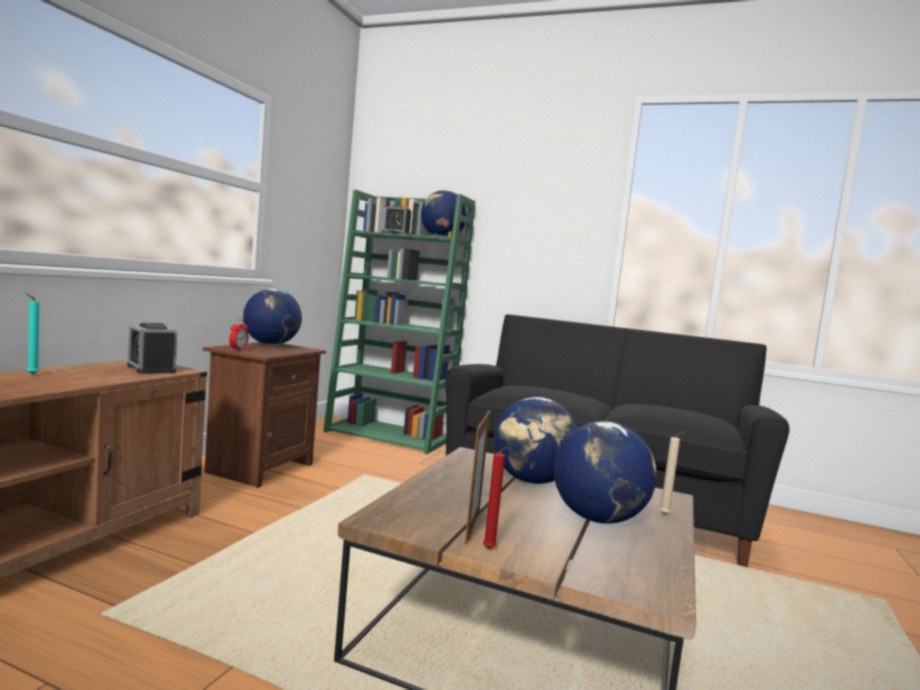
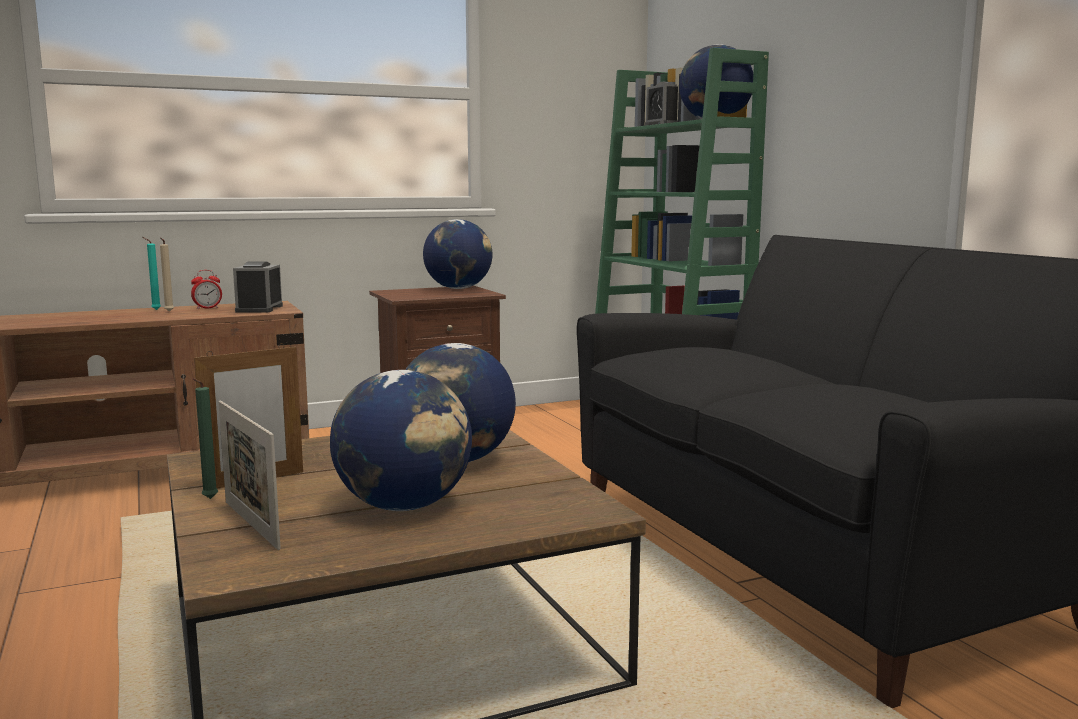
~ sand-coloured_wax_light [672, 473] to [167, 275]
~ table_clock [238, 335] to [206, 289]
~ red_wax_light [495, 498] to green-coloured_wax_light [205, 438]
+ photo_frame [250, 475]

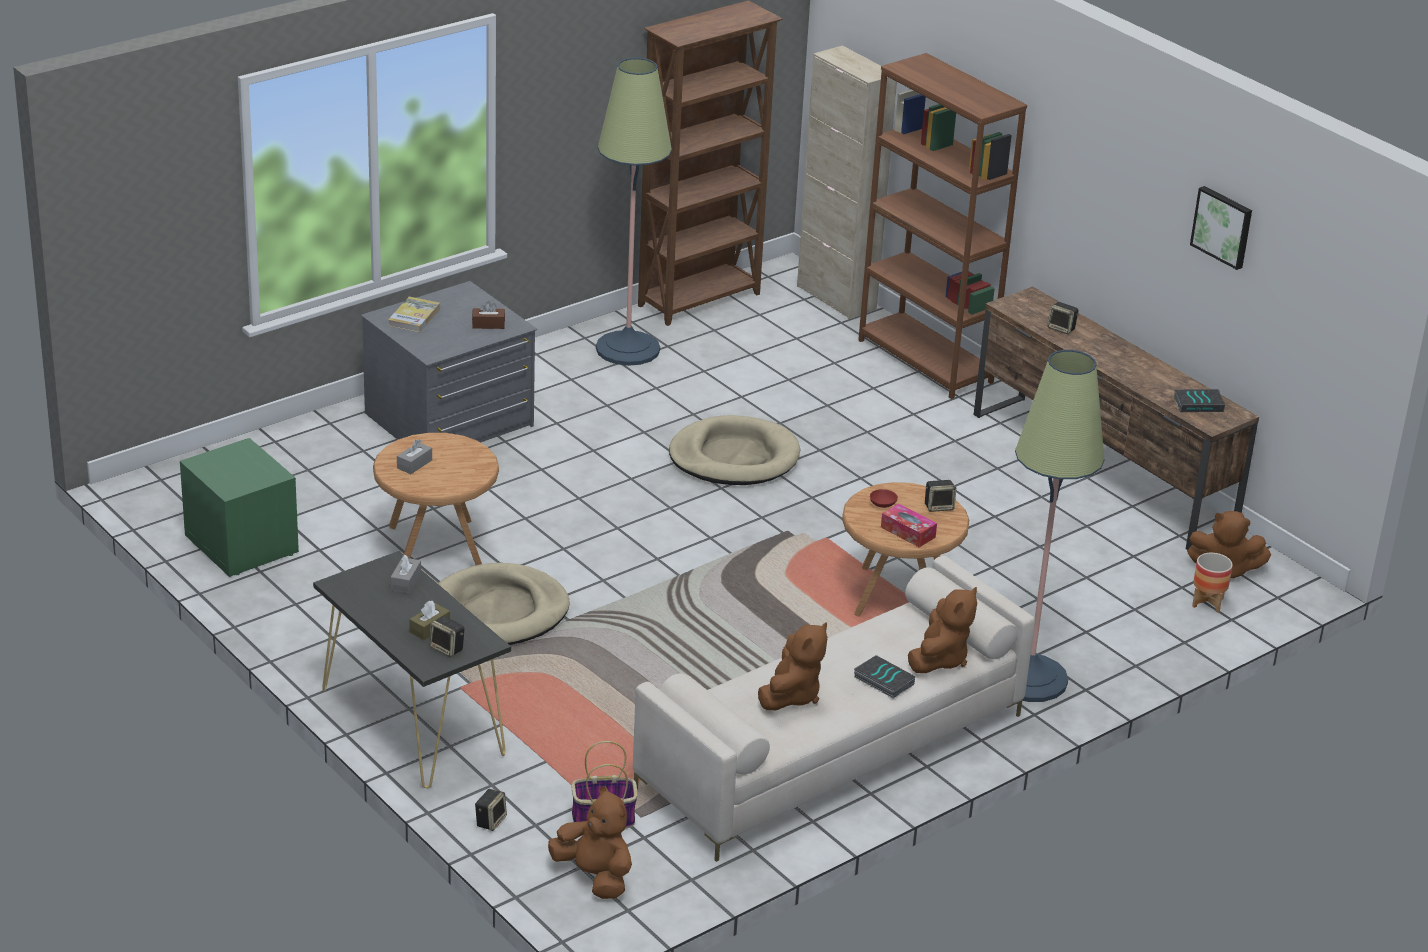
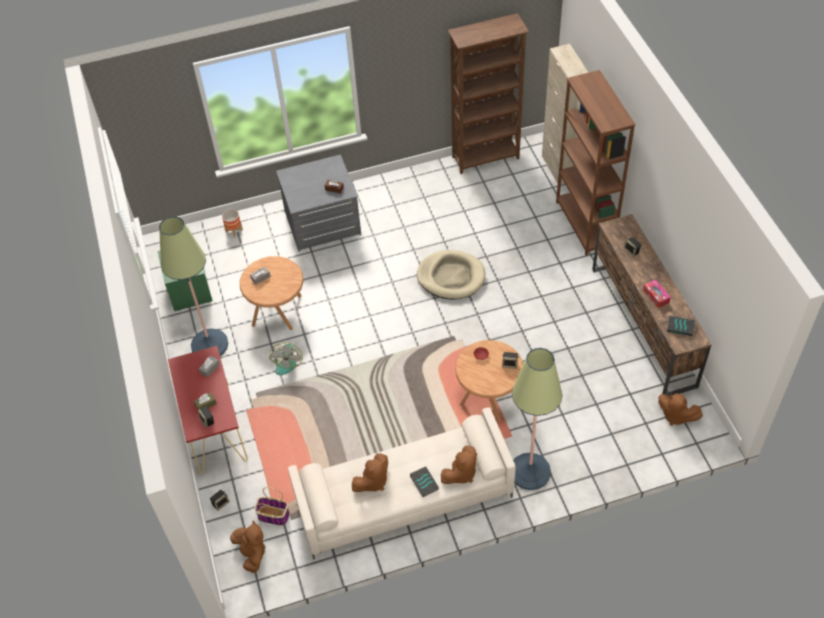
~ standing_lamp [634, 212] to [193, 286]
~ black_hall_table [412, 669] to red_hall_table [208, 410]
~ plant_pot [1212, 583] to [232, 223]
~ sand-coloured_pet_bed [504, 604] to cooling_fan [286, 359]
~ tissue_box [909, 525] to [657, 293]
- book [414, 314]
- wall_art [1221, 228]

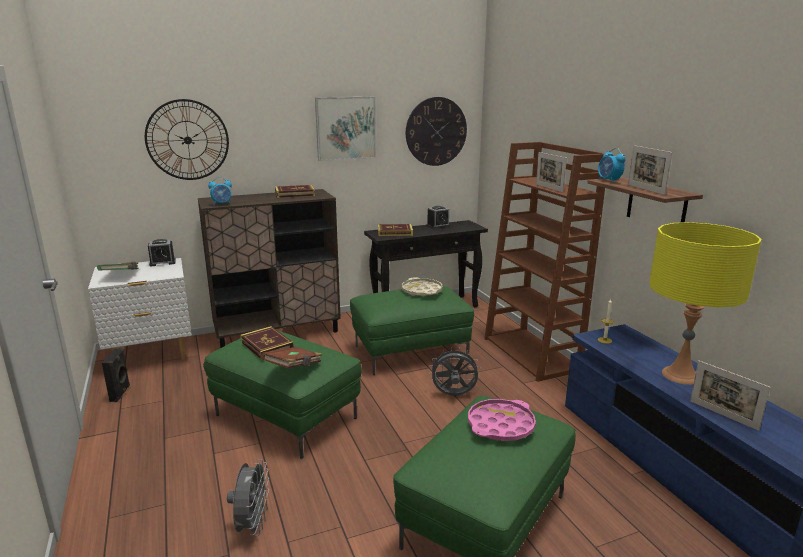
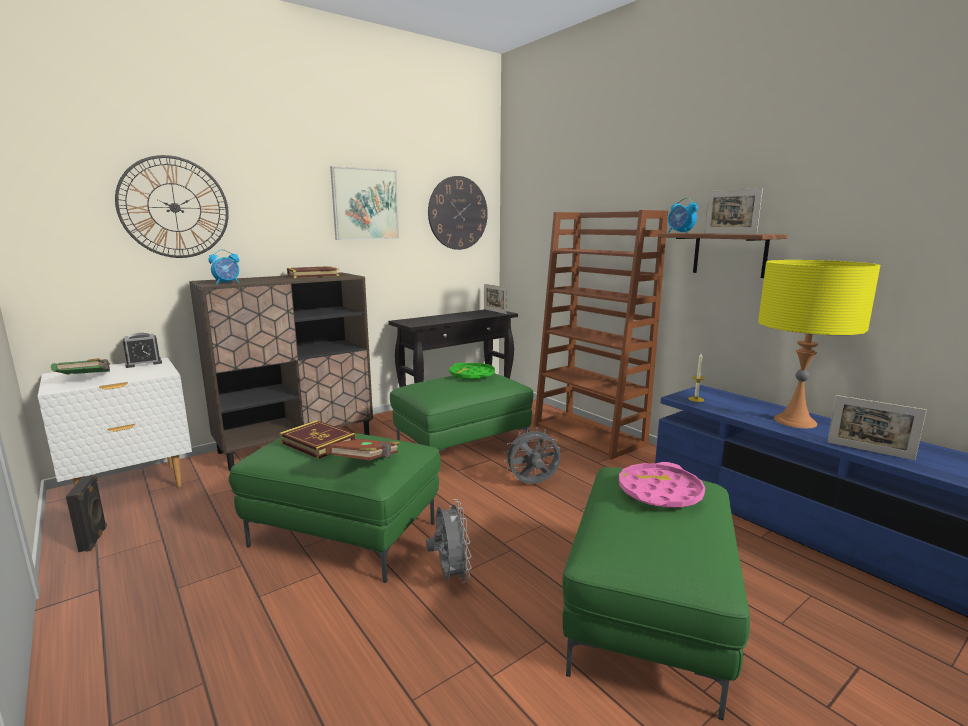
~ greyish_cooling_fan [248, 497] to [449, 541]
~ sand-coloured_serving_tray [422, 286] to green-coloured_serving_tray [472, 371]
~ photo_frame [551, 172] to [495, 299]
- book [395, 230]
- table_clock [438, 217]

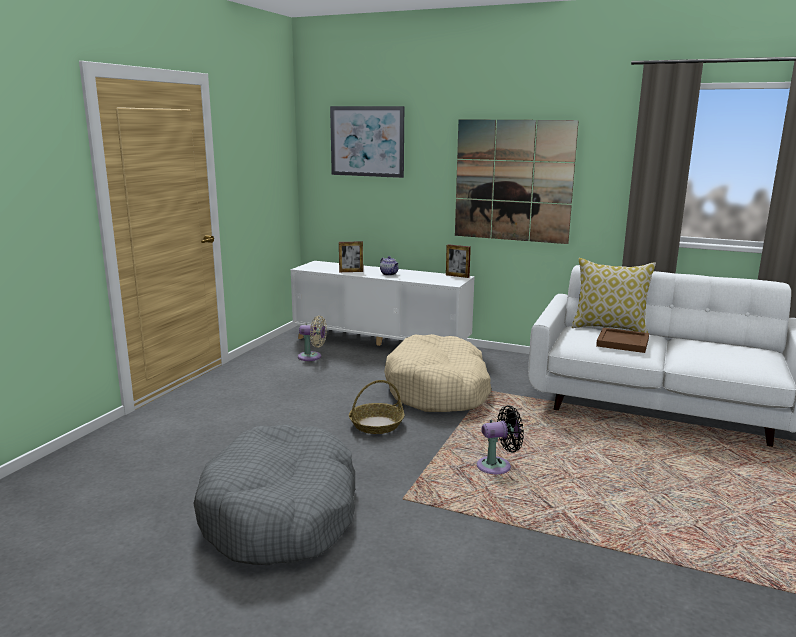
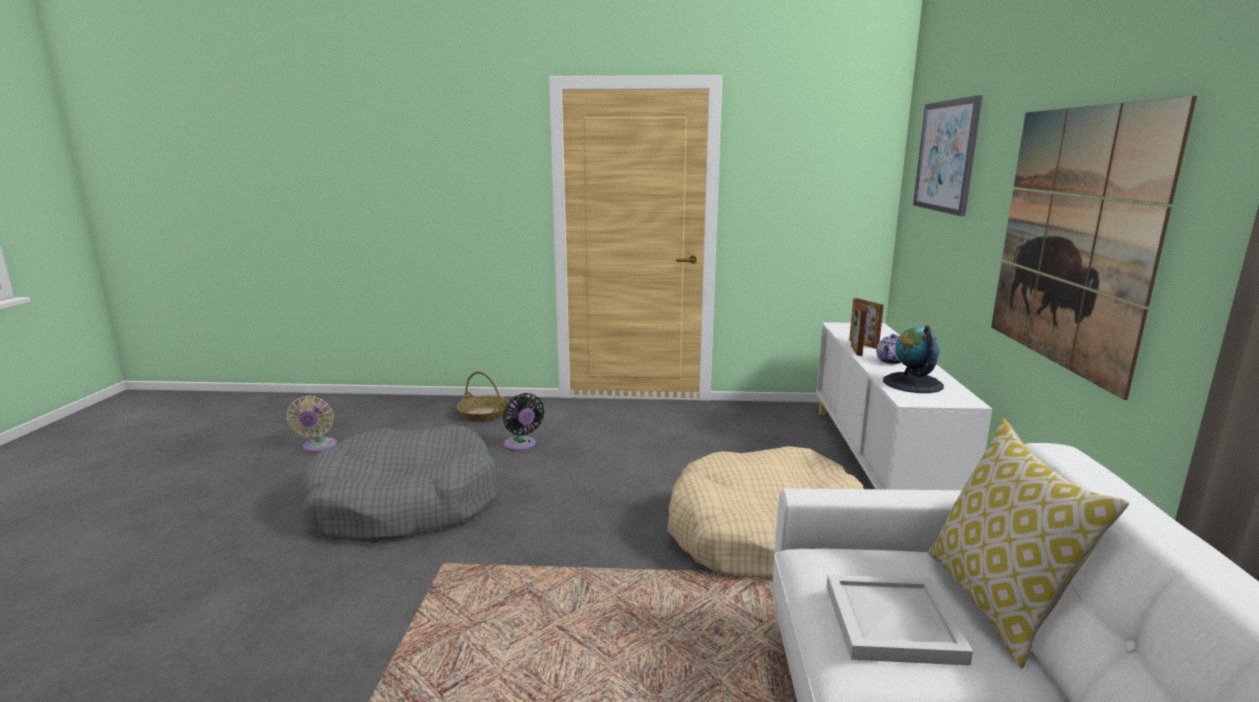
~ sand-coloured_cooling_fan [312, 338] to [311, 424]
~ household_basket [376, 407] to [483, 396]
~ black_cooling_fan [500, 440] to [523, 422]
~ brown-coloured_serving_tray [622, 340] to white-coloured_serving_tray [900, 620]
~ photo_frame [458, 261] to [859, 329]
+ desk_globe [913, 359]

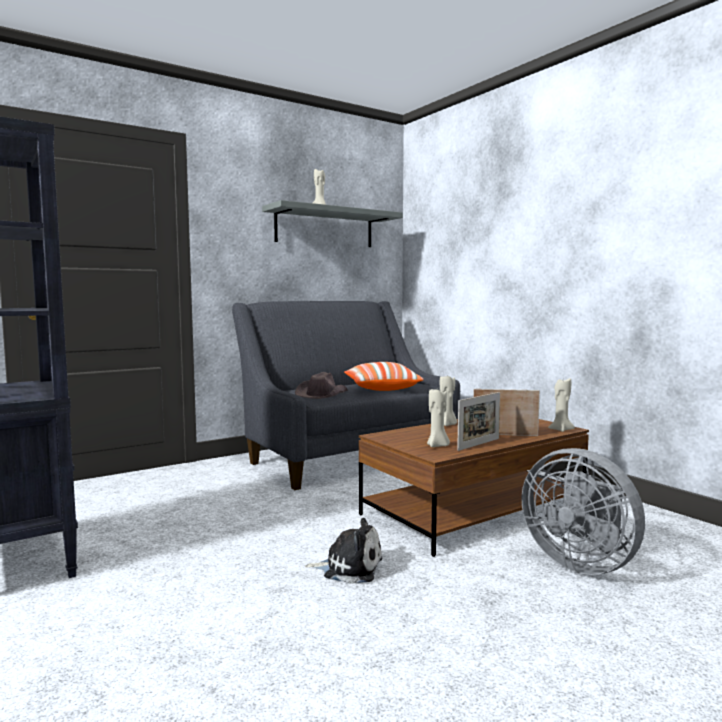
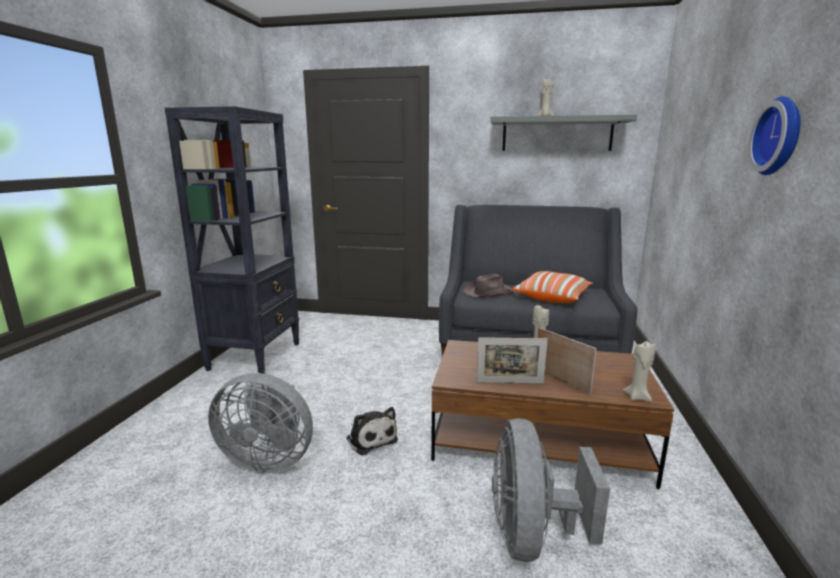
+ greyish_cooling_fan [260, 423]
+ hanging_clock [774, 135]
- sand-coloured_wax_light [438, 418]

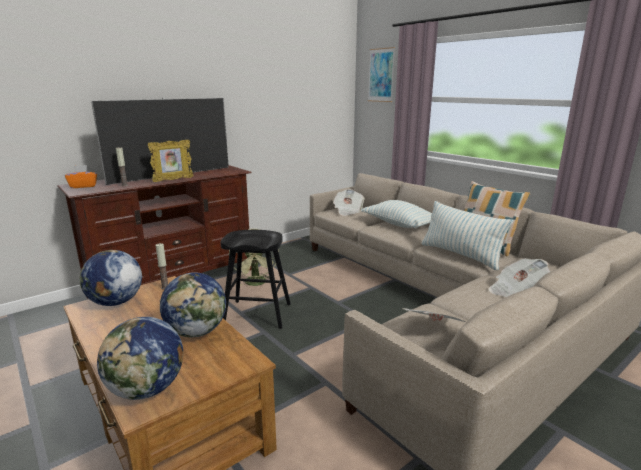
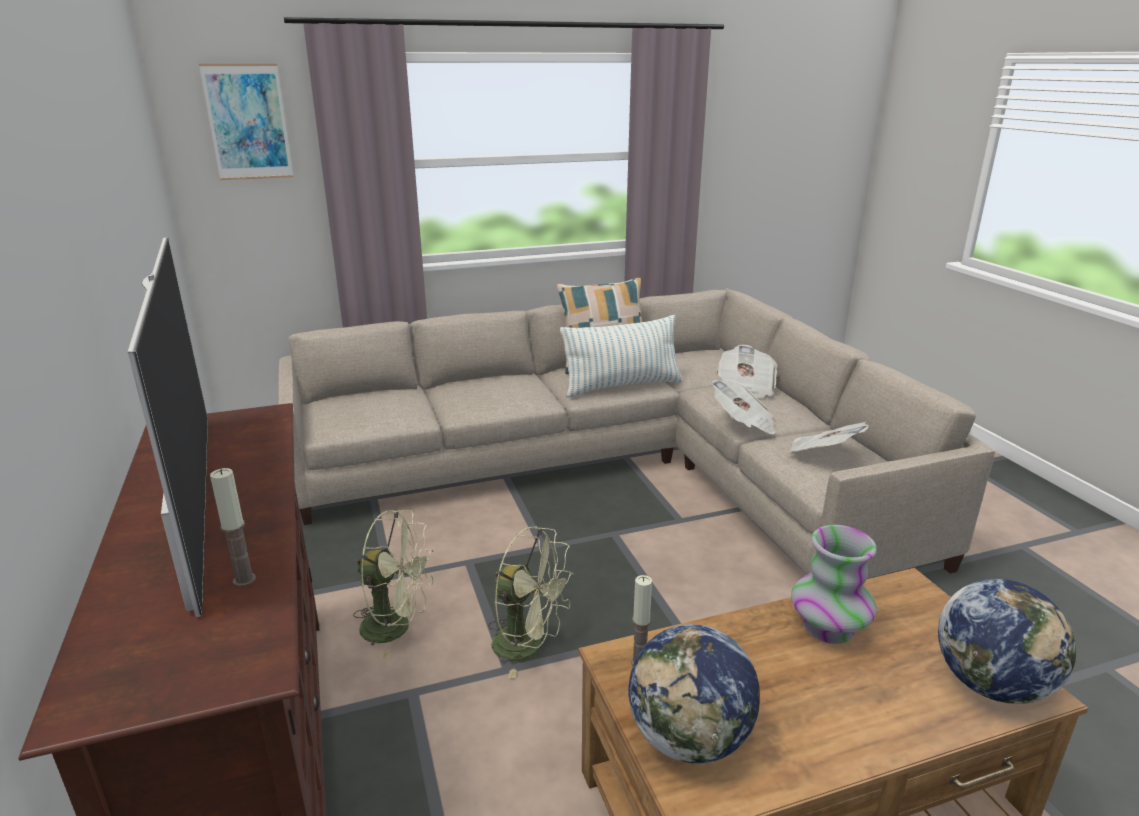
~ black_sitting_stool [256, 279] to green-coloured_cooling_fan [531, 602]
~ newspaper [349, 202] to [743, 407]
~ desk_globe [193, 304] to flower_vase [834, 584]
- orange_tissue_box [81, 176]
- photo_frame [170, 161]
- pillow [396, 214]

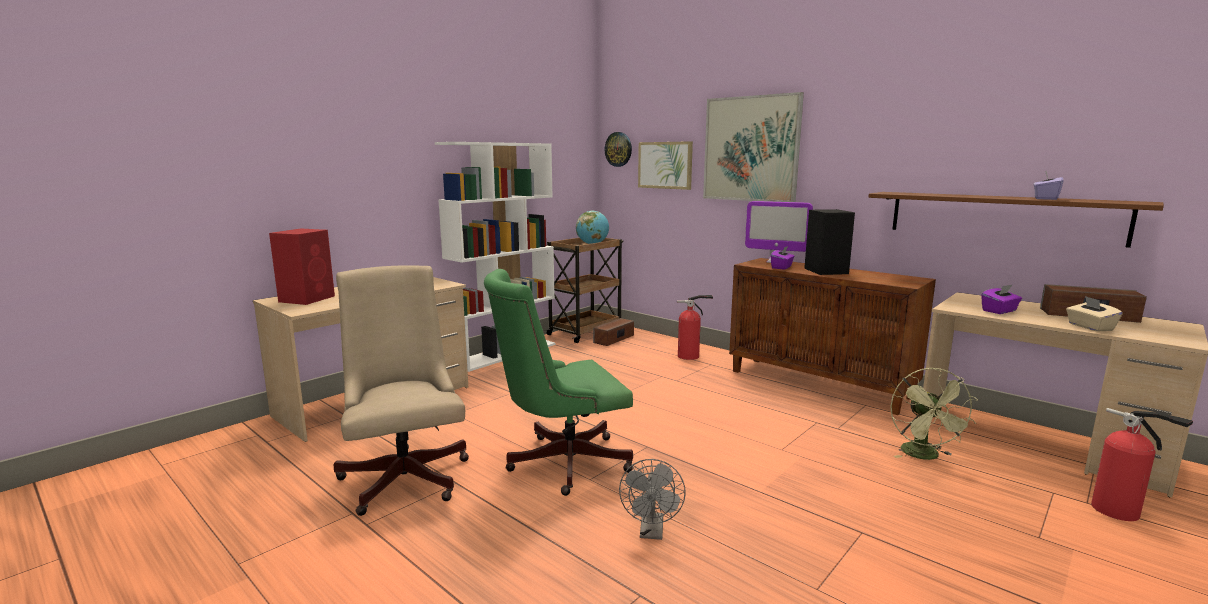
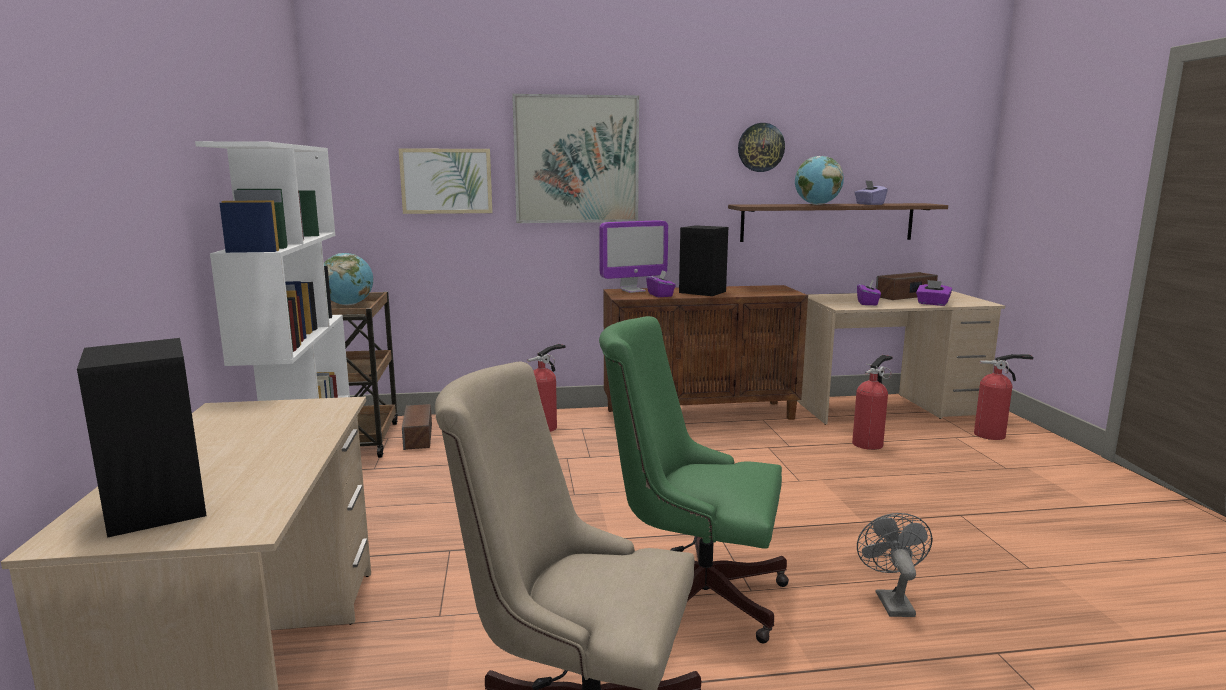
~ red_loudspeaker [302, 266] to black_loudspeaker [142, 438]
~ green-coloured_computer_chair [558, 382] = [694, 479] 90 degrees clockwise
~ hanging_clock [618, 149] to [761, 147]
+ desk_globe [819, 180]
~ green-coloured_cooling_fan [934, 414] to extinguisher [872, 402]
~ greyish_cooling_fan [652, 499] = [895, 565] 135 degrees counterclockwise
~ sand-coloured_tissue_box [1094, 314] to purplish_tissue_box [934, 293]

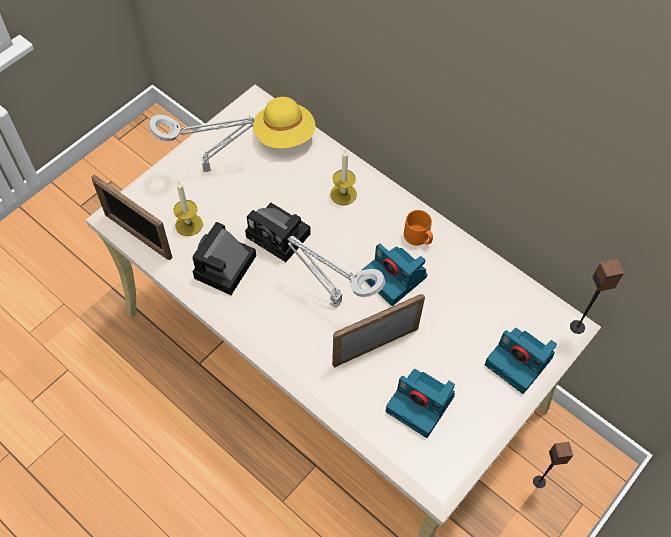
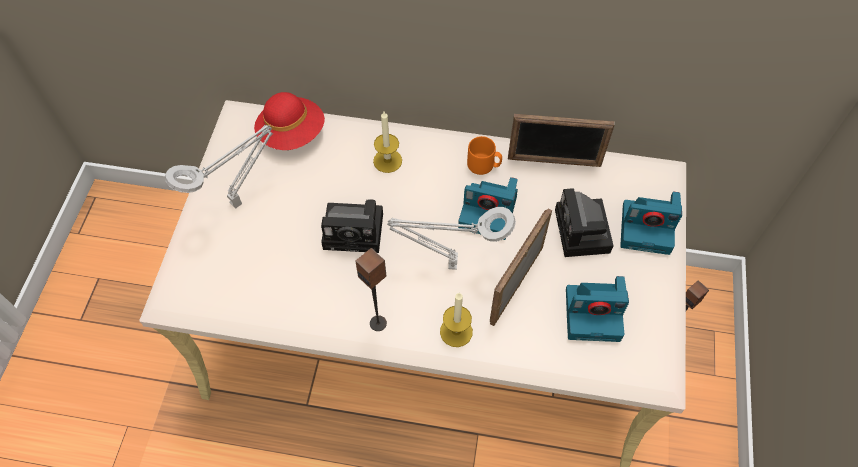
~ yellow_hat [284, 123] to red_hat [289, 121]
~ loudspeaker [597, 296] to [371, 289]
~ wax_light [188, 208] to [456, 320]
~ photo_frame [132, 217] to [561, 140]
~ still_camera [224, 258] to [584, 222]

